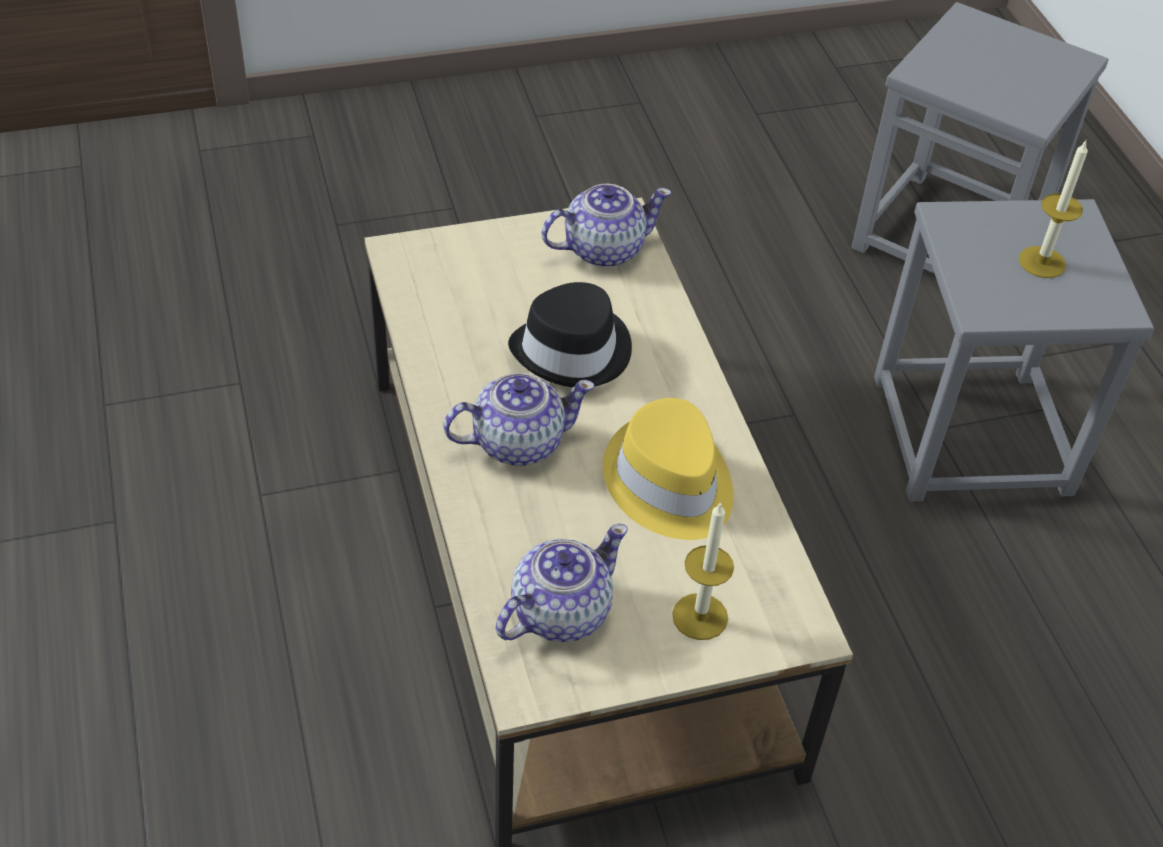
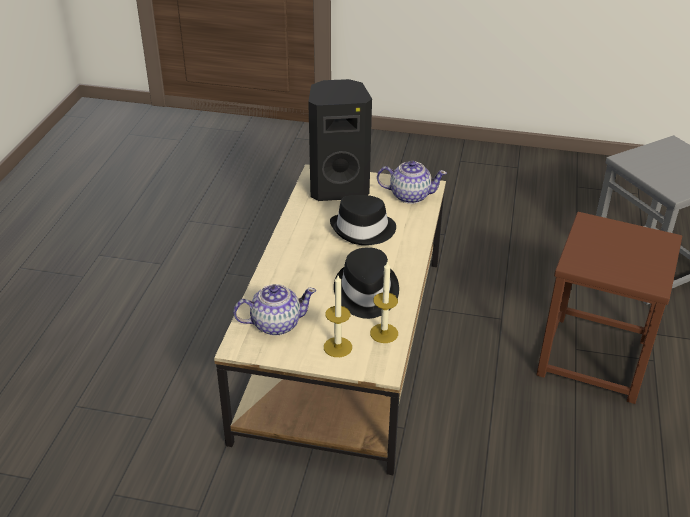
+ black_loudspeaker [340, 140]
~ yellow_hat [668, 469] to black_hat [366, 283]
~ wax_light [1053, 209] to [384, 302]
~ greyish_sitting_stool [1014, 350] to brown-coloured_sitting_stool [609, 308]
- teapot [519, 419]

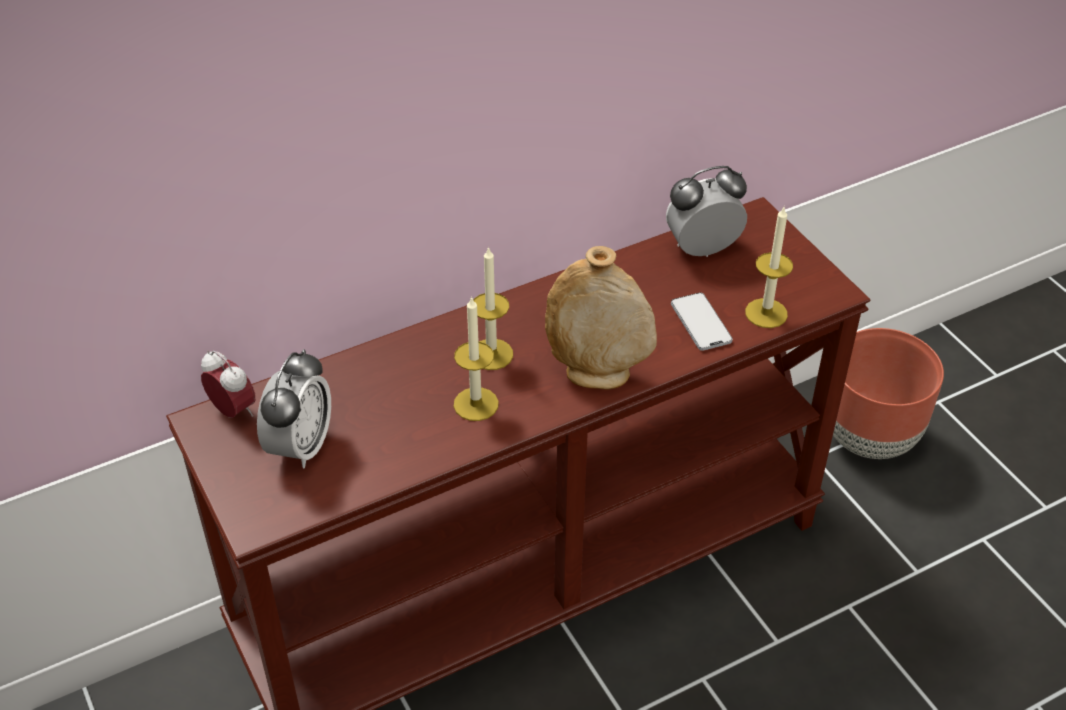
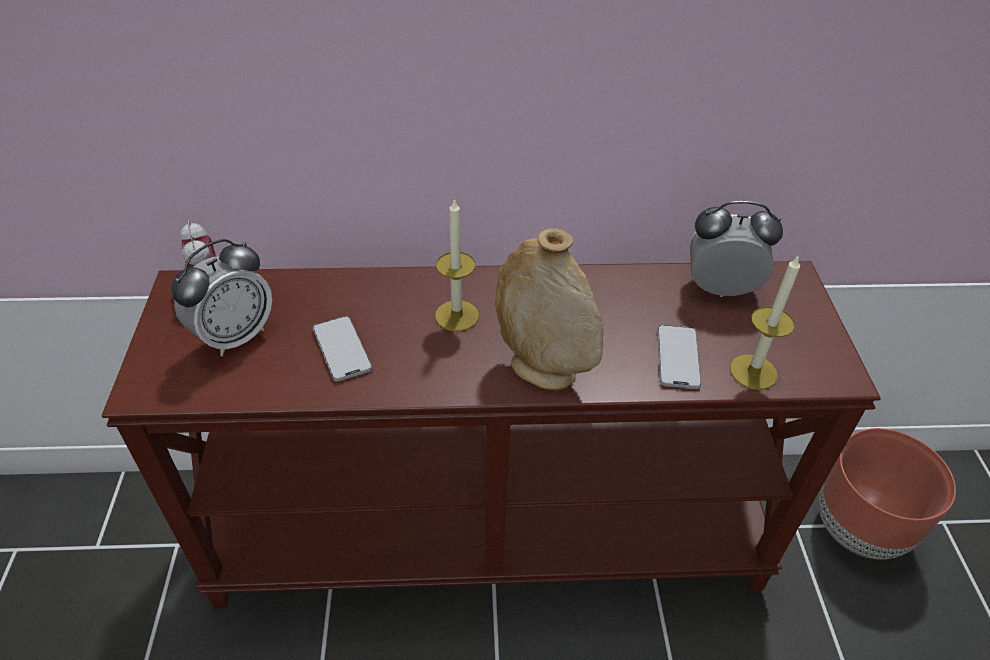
+ phone [342, 349]
- wax_light [476, 358]

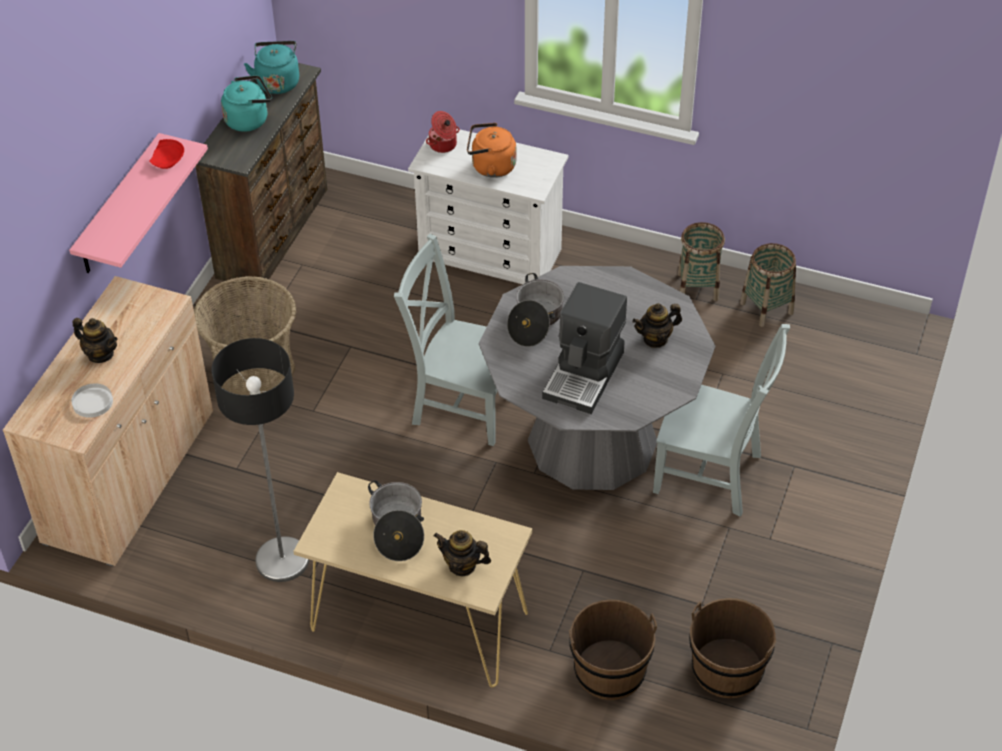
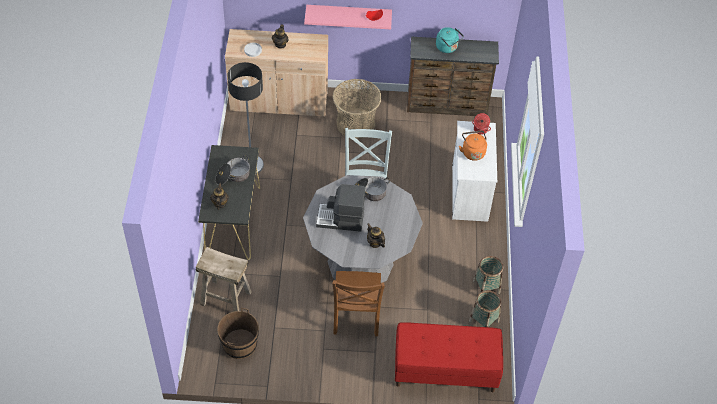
~ brown-coloured_water_bucket [613, 650] to sand-coloured_sitting_stool [224, 279]
~ sand-coloured_hall_table [413, 579] to black_hall_table [229, 202]
~ greyish_chair [721, 420] to brown-coloured_chair [358, 304]
+ red_long_seat [449, 357]
- turquoise_water_kettle [271, 67]

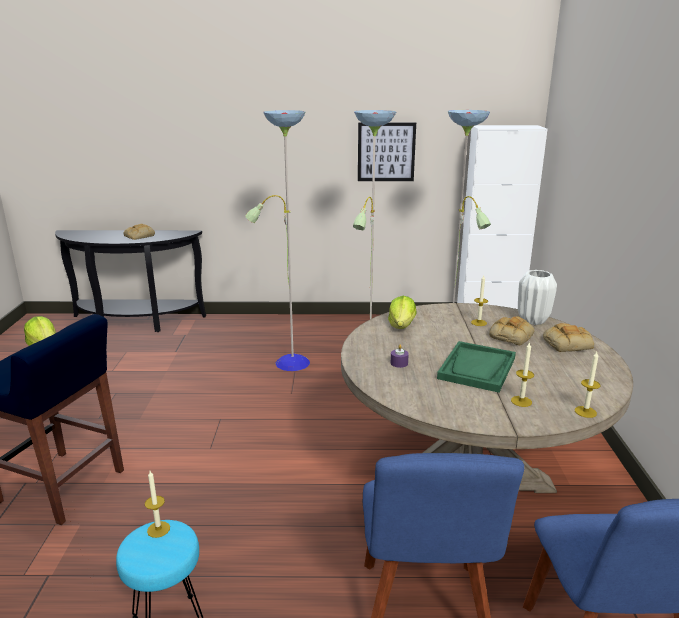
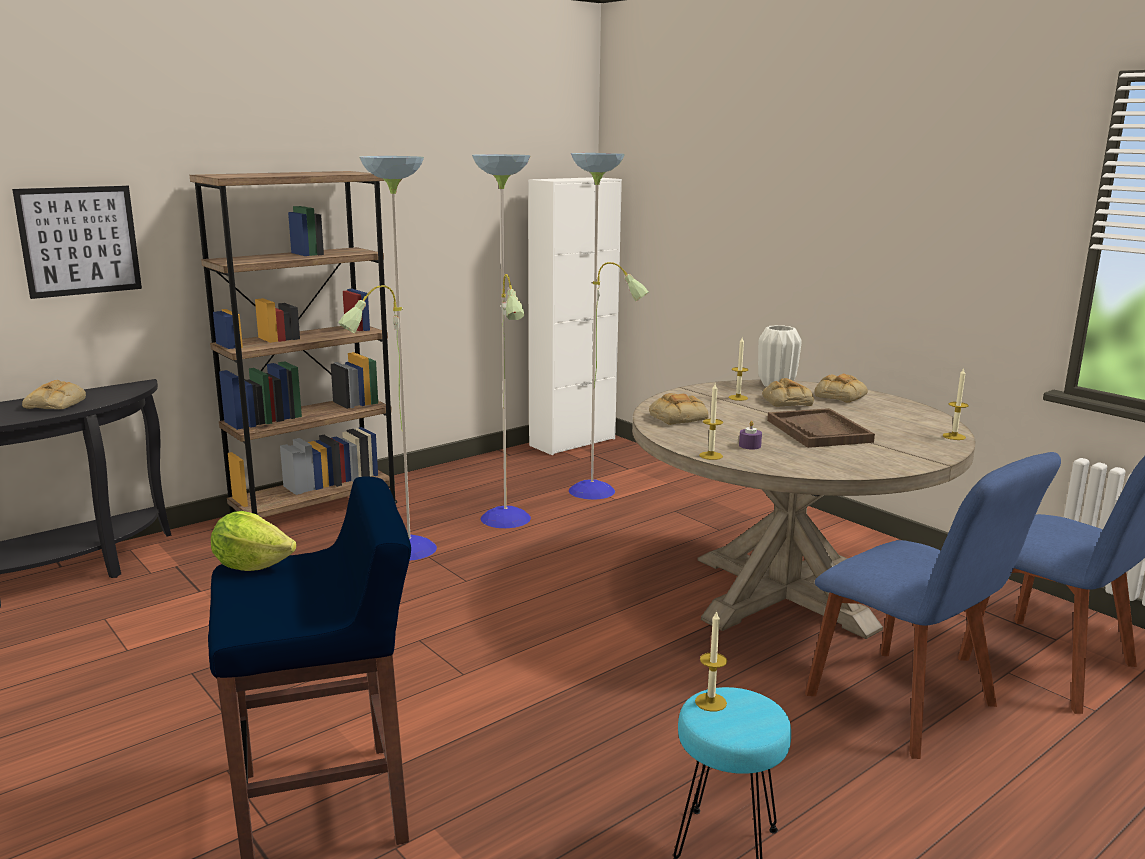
~ wall_art [387, 151] to [77, 242]
+ brown-coloured_bookcase [293, 344]
~ lettuce_head [402, 312] to baked_bread [678, 409]
~ wax_light [522, 374] to [711, 421]
~ green-coloured_serving_tray [476, 367] to brown-coloured_serving_tray [821, 428]

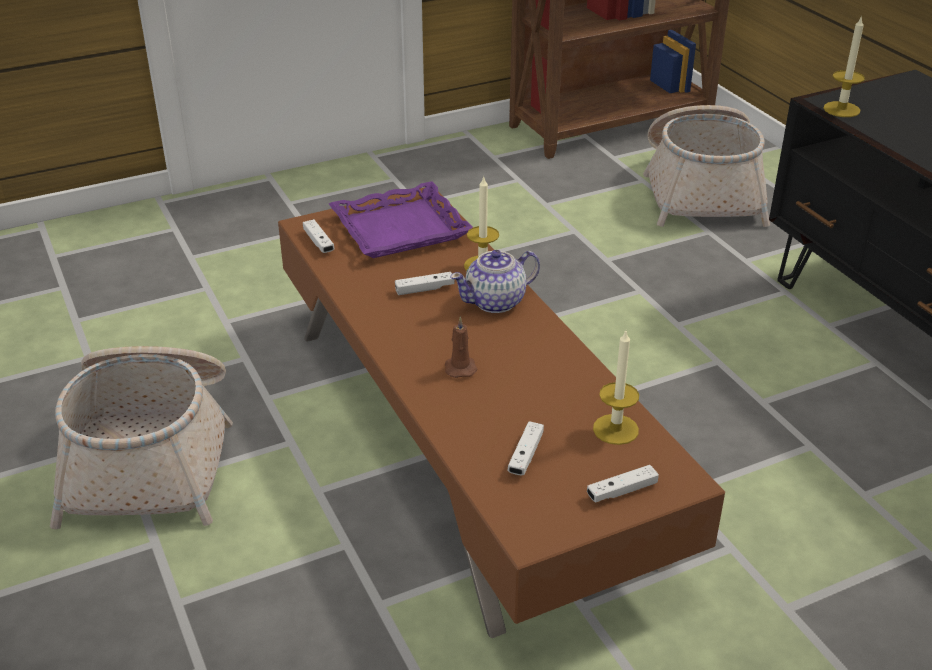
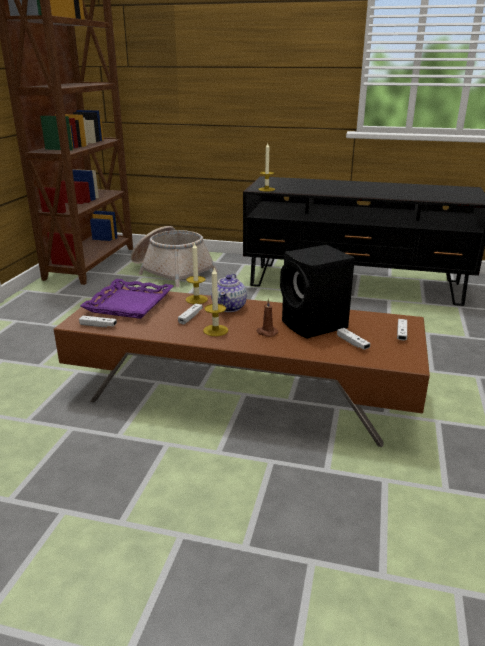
~ wax_light [616, 388] to [215, 302]
+ black_loudspeaker [317, 292]
- household_basket [141, 437]

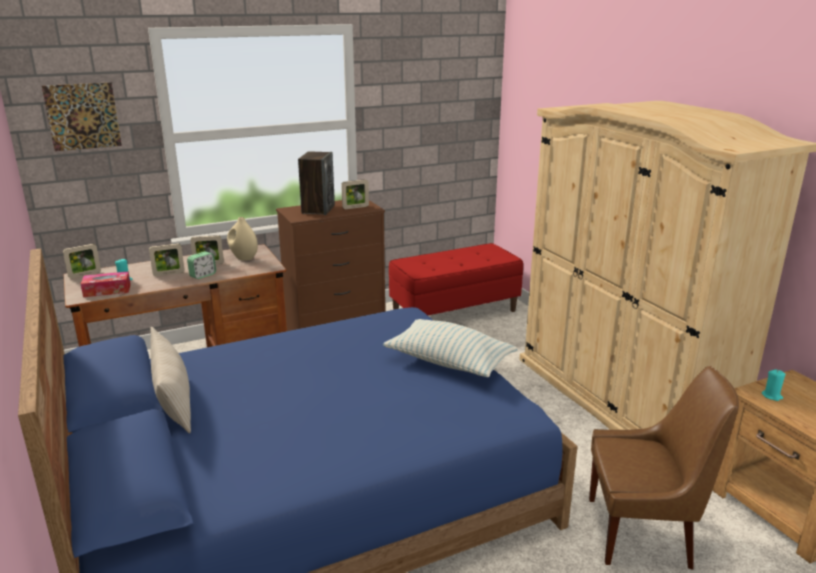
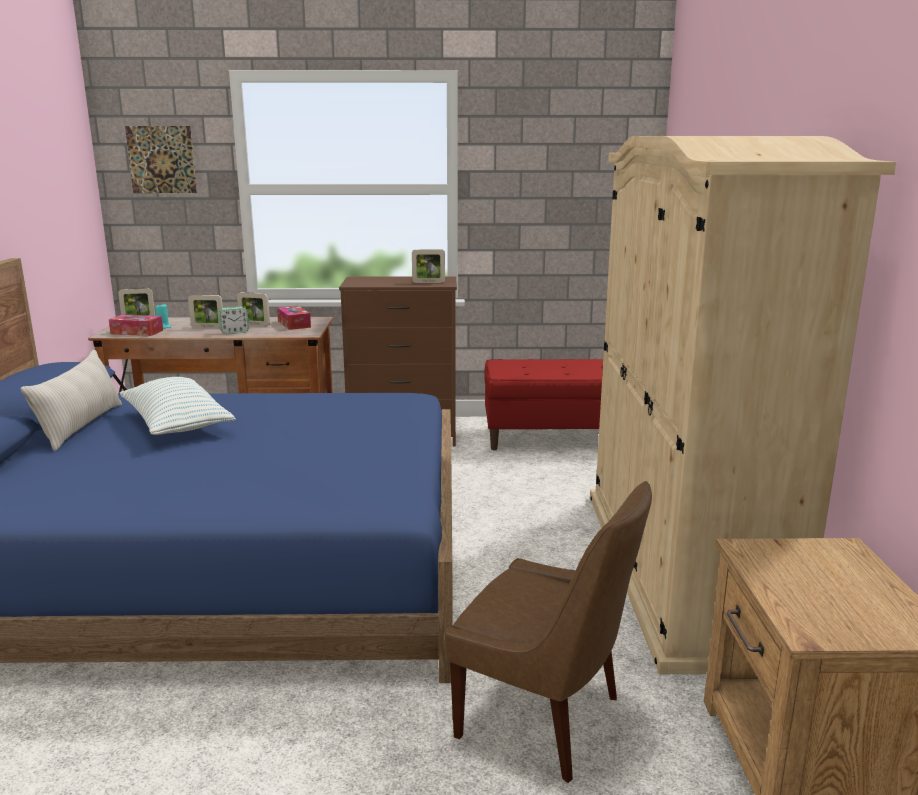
~ pillow [450, 348] to [178, 406]
~ sand-coloured_flower_vase [242, 239] to tissue_box [294, 318]
- loudspeaker [316, 183]
- turquoise_wax_light [773, 385]

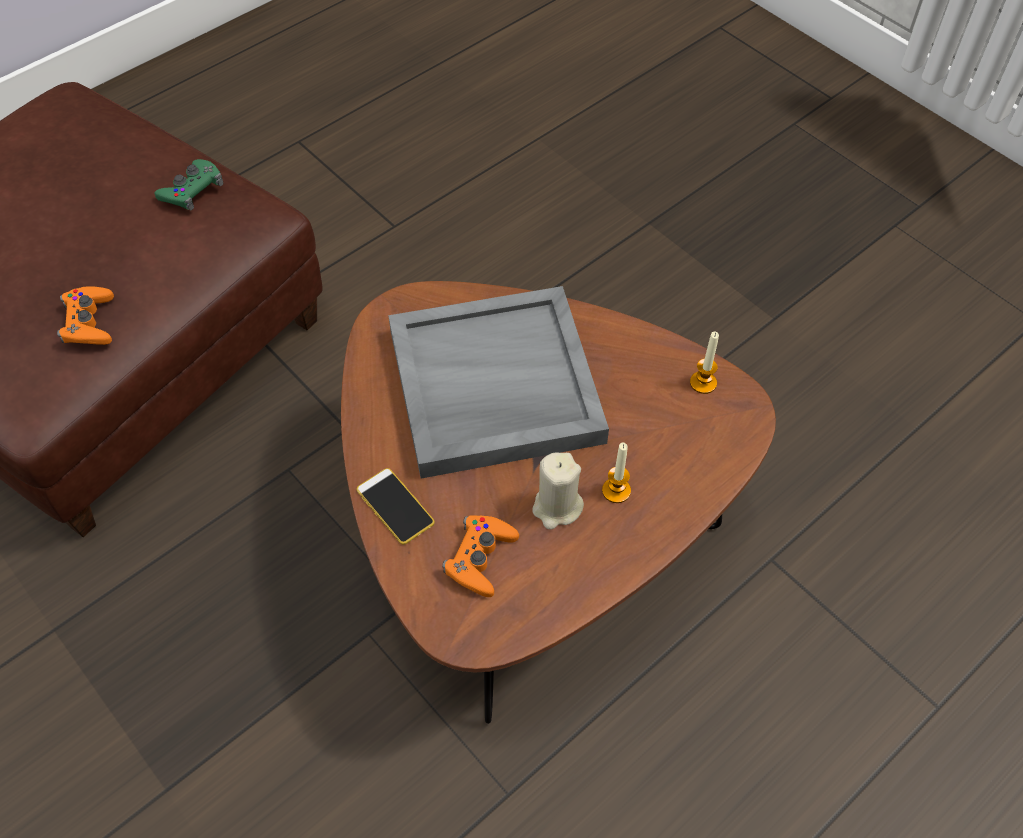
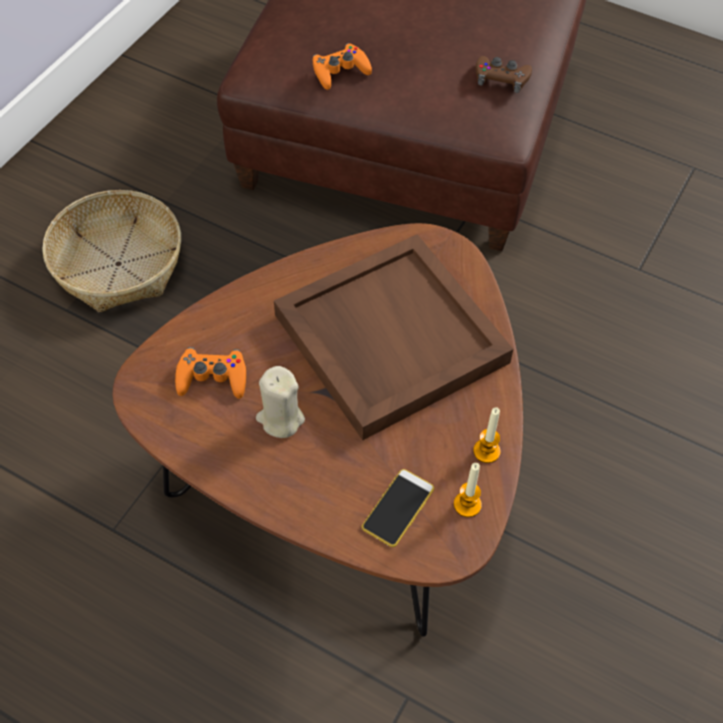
+ household_basket [111, 251]
~ greyish_serving_tray [498, 382] to brown-coloured_serving_tray [394, 337]
~ phone [396, 506] to [398, 508]
~ wax_light [616, 473] to [486, 435]
~ green-coloured_joypad [189, 185] to brown-coloured_joypad [504, 74]

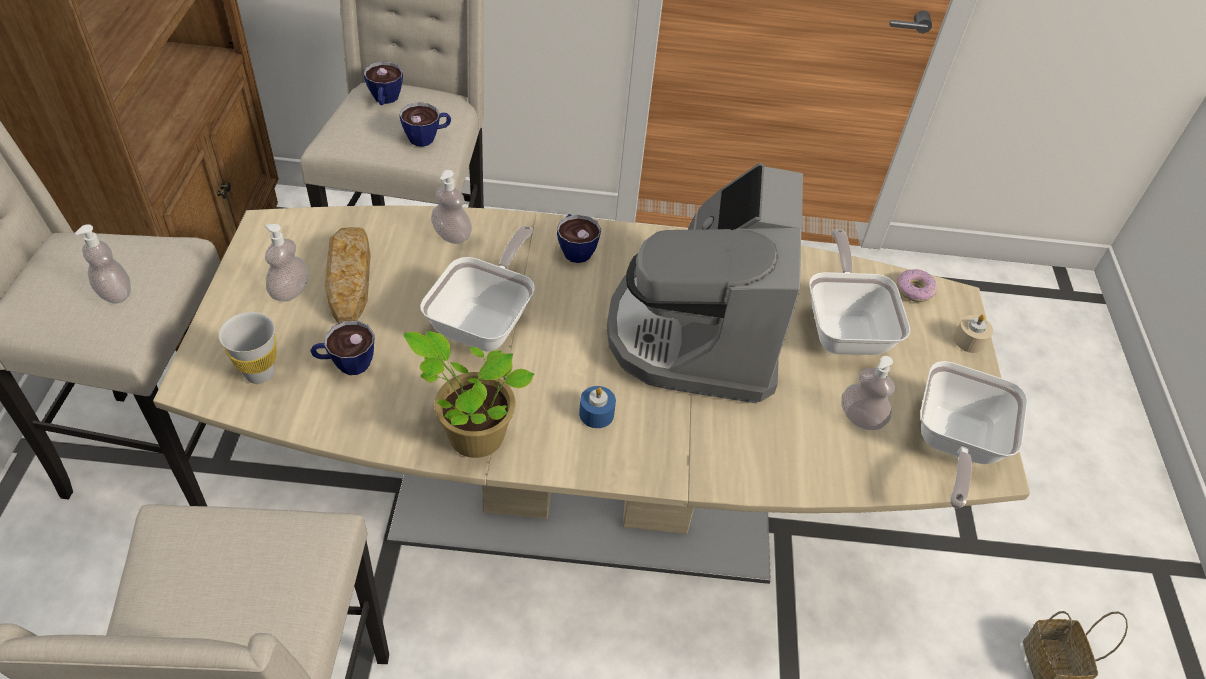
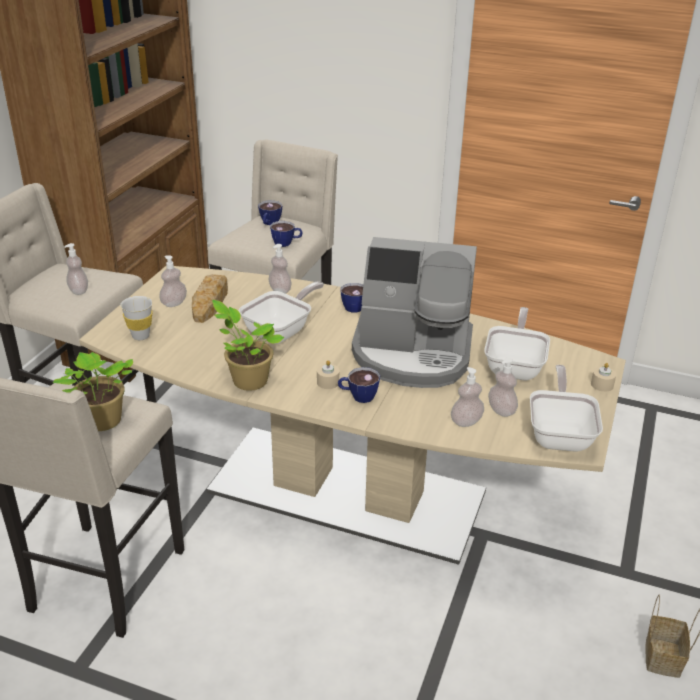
+ houseplant [93, 391]
~ blue-coloured_wax_light [597, 407] to sand-coloured_wax_light [328, 374]
~ drinking_cup [342, 348] to [359, 385]
~ coffee_brewer [705, 283] = [414, 312] 105 degrees counterclockwise
+ soap_dispenser [467, 397]
~ skillet [974, 434] = [566, 408] 150 degrees clockwise
- doughnut [917, 285]

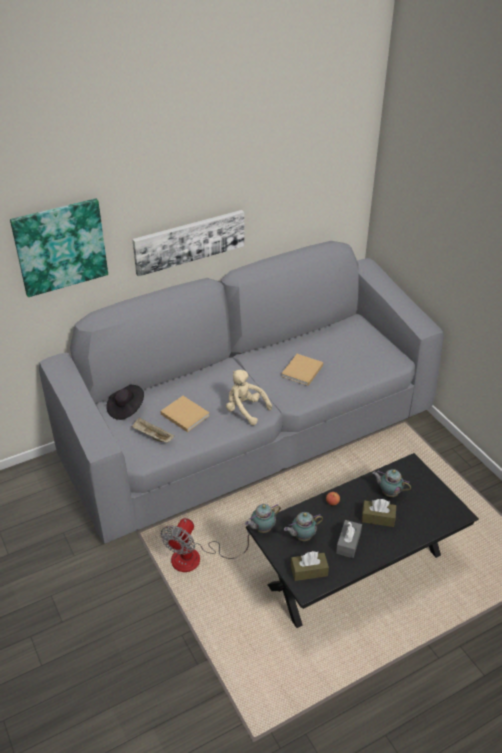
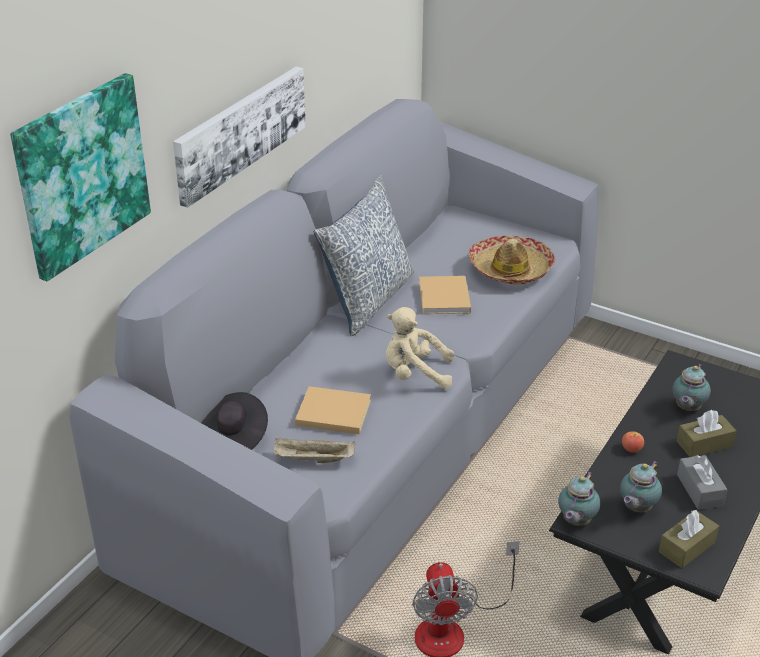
+ pillow [364, 255]
+ hat [512, 260]
~ teapot [391, 483] = [692, 387] 60 degrees counterclockwise

